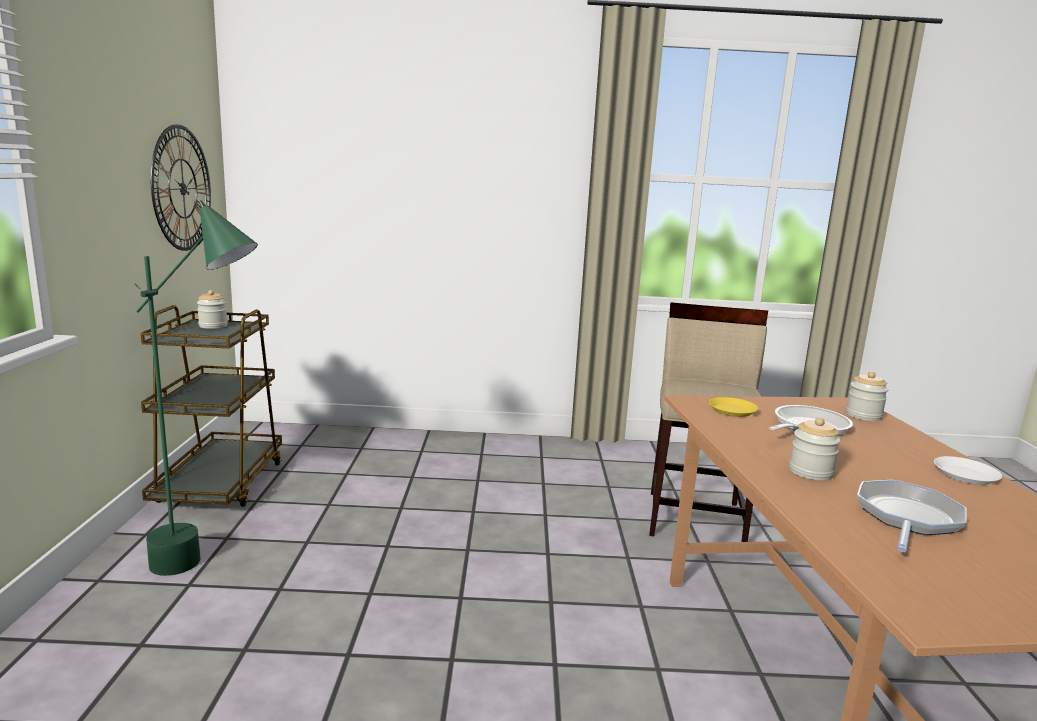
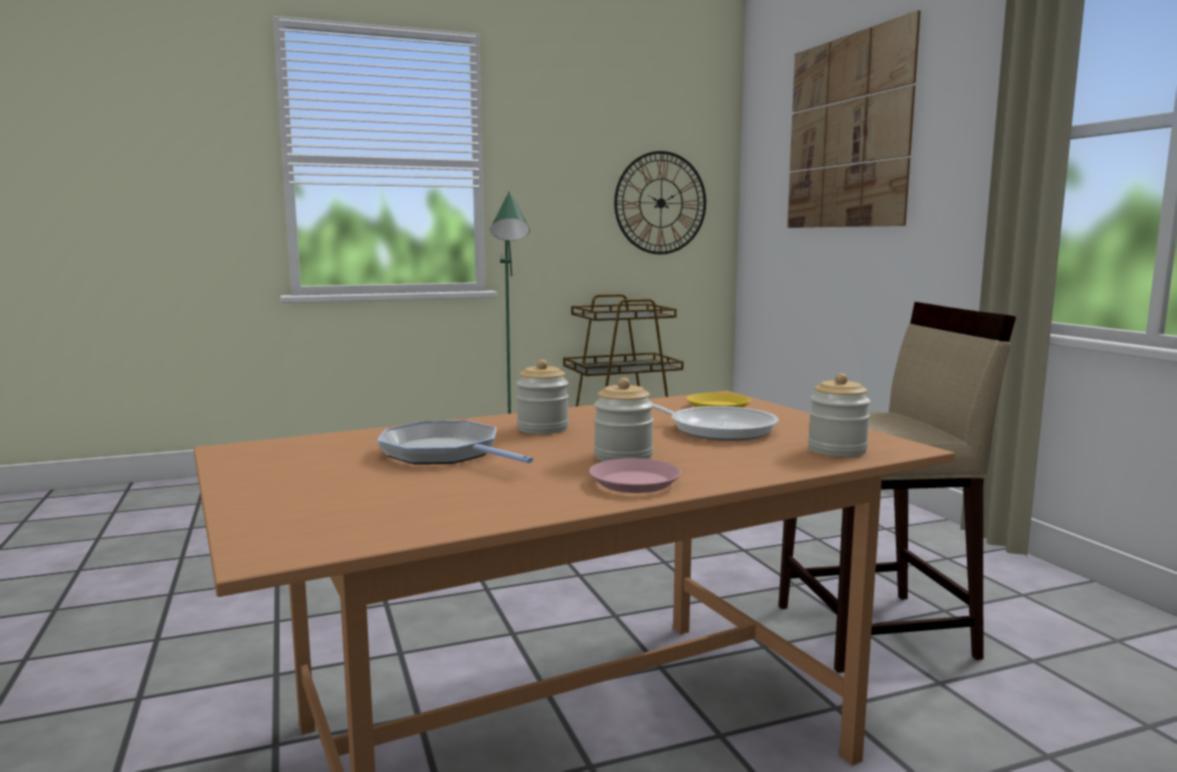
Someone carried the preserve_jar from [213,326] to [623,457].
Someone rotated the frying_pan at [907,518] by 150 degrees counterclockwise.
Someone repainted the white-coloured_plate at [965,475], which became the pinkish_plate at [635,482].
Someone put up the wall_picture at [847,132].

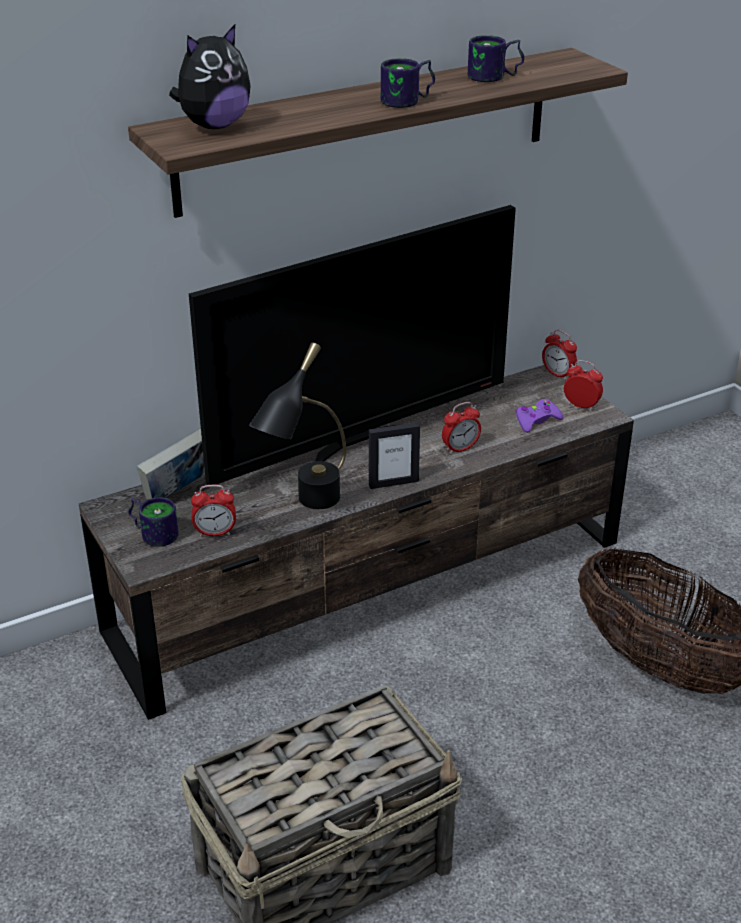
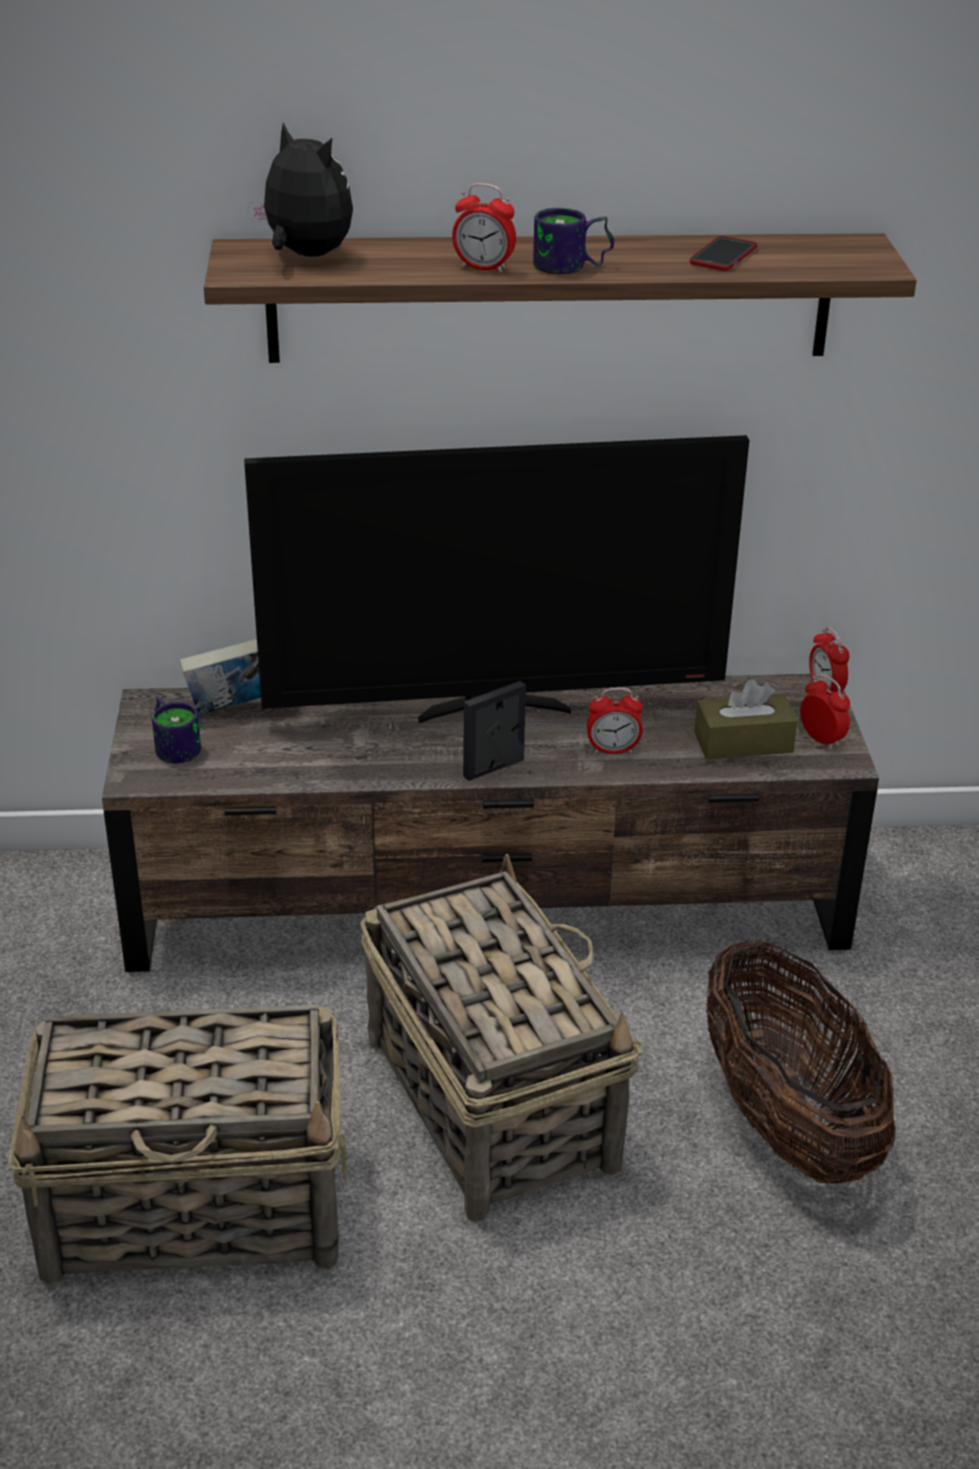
Someone rotated the soft_toy at [214,125] by 120 degrees counterclockwise.
Someone carried the table_clock from [215,533] to [484,268].
Someone took away the black_lamp_for_a_table at [306,507].
Someone rotated the photo_frame at [393,483] by 135 degrees clockwise.
Someone swapped the tea_mug at [495,77] for the telephone at [723,255].
Someone swapped the purplish_joypad at [536,421] for the brown-coloured_box_of_tissues at [743,742].
Someone put down the household_basket at [490,1099].

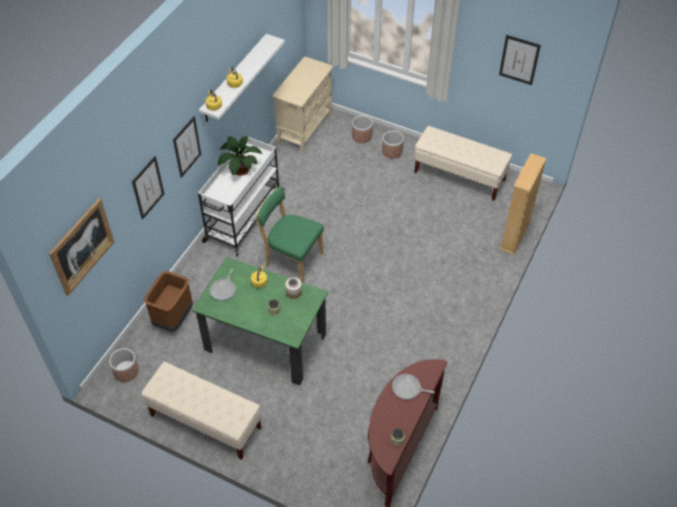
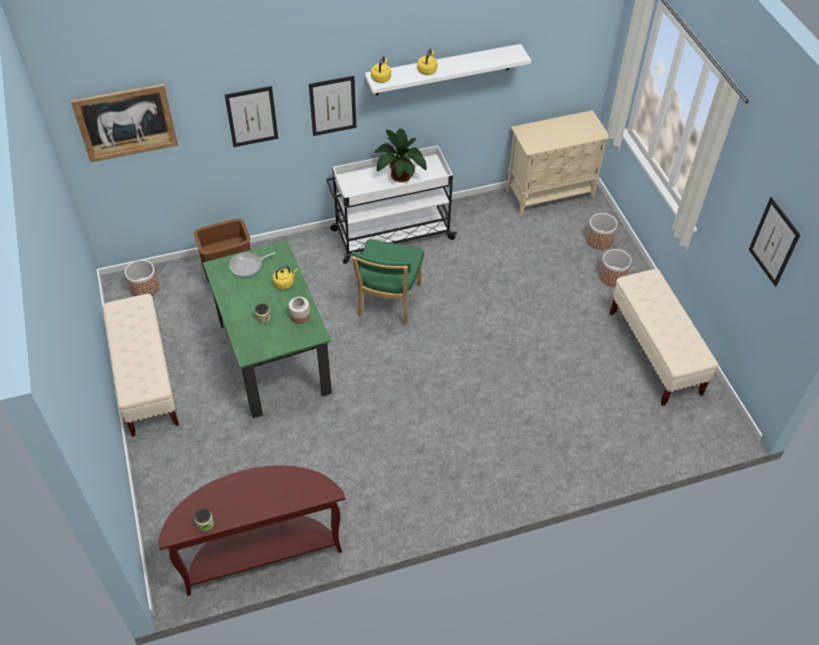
Someone rotated the greenish_plain_chair at [292,259] by 150 degrees counterclockwise.
Someone took away the frying_pan at [408,388].
Someone took away the beige_shelving_unit at [514,235].

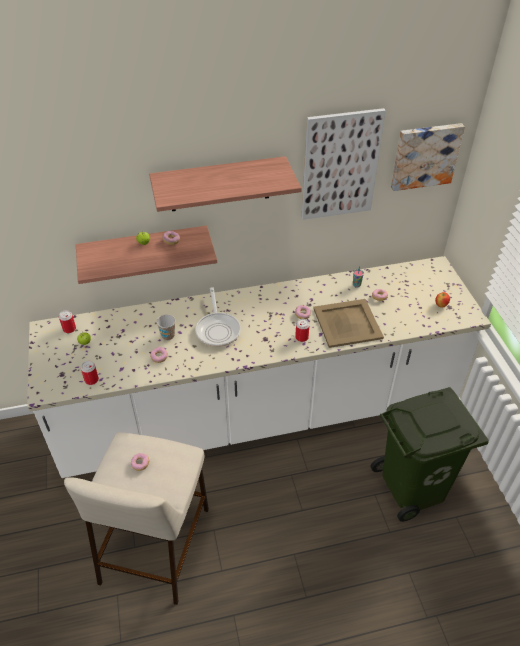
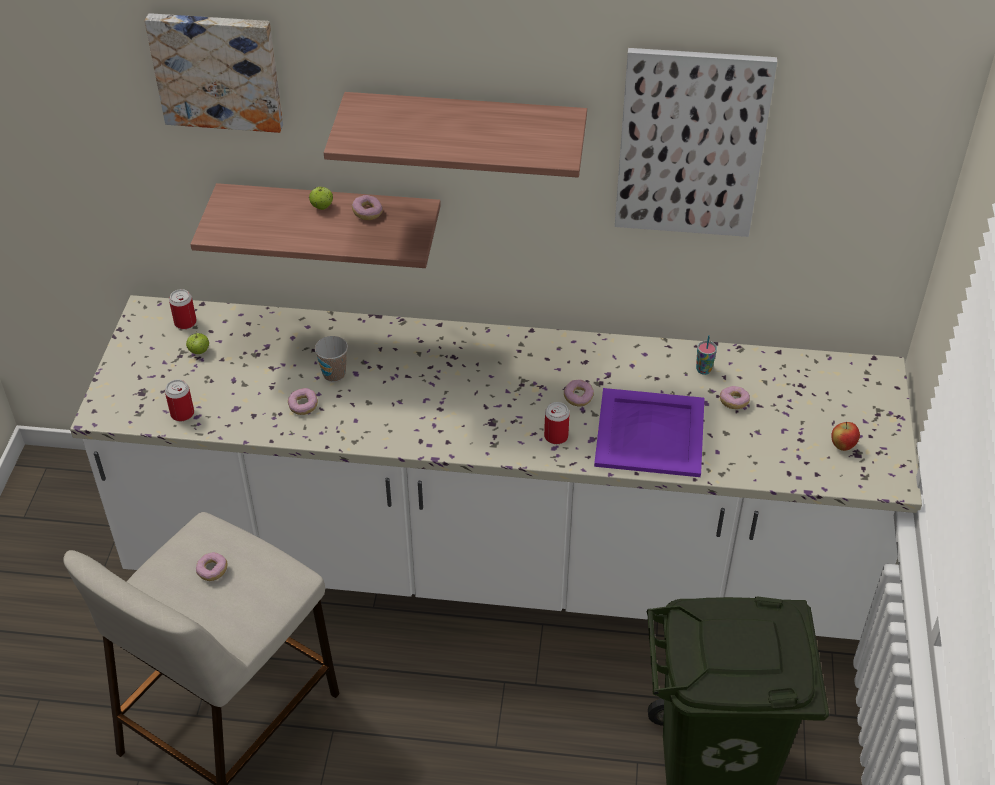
Someone took away the frying_pan at [218,329].
Someone repainted the beige_carrying_tray at [347,323], which became the purplish_carrying_tray at [649,433].
Someone carried the wall_picture from [425,155] to [217,70].

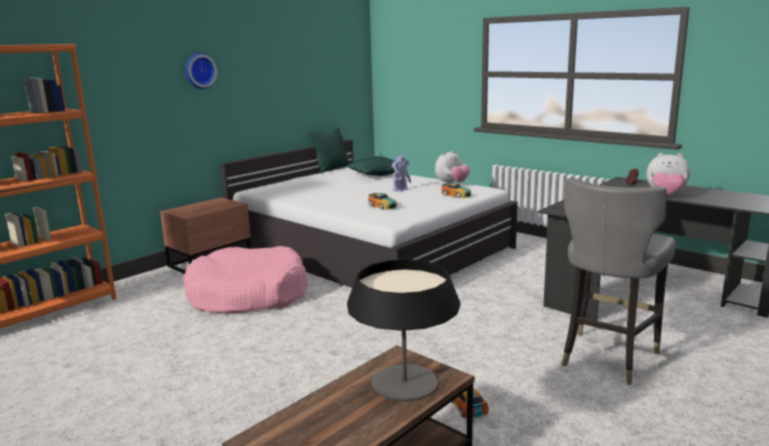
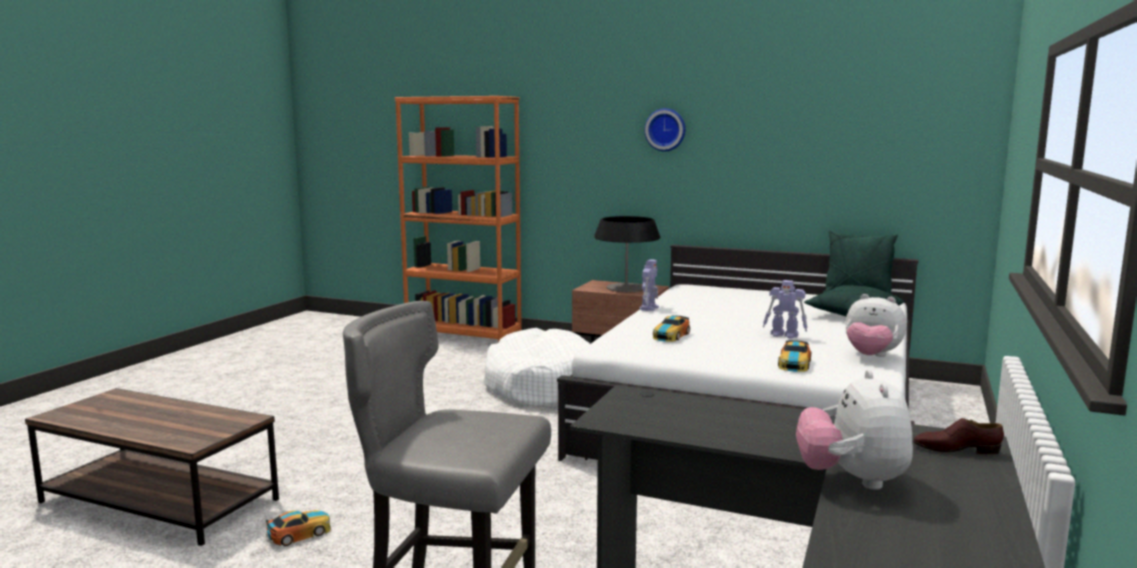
Someone repainted the pinkish_dog_cushion at [248,295], which became the white-coloured_dog_cushion at [541,386].
Someone carried the lamp_for_a_table from [404,382] to [626,287].
Someone put down the robot_figure at [649,308].

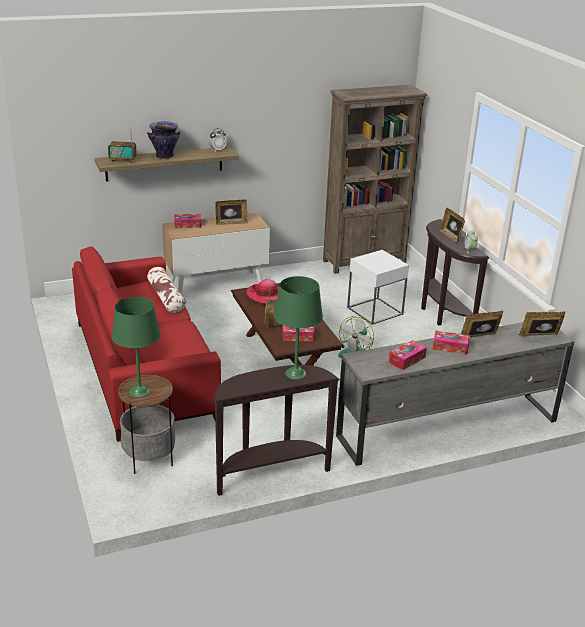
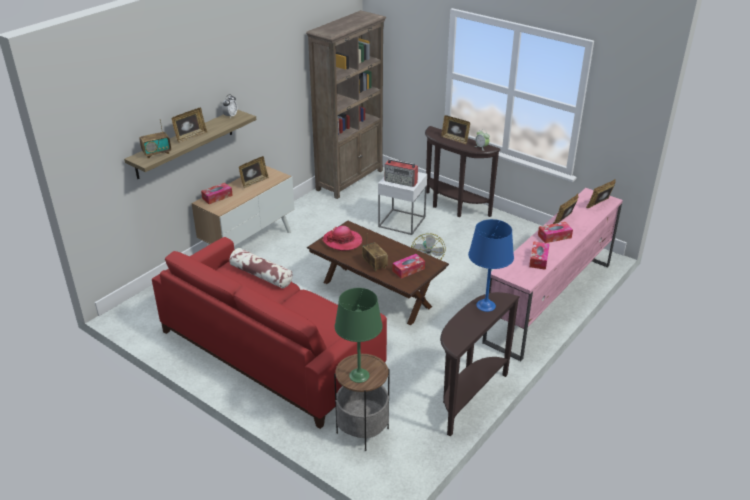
Someone swapped the decorative_vase at [164,156] for the photo_frame at [190,136].
Someone repainted the greenish_lamp_for_a_table at [295,373], which became the blue_lamp_for_a_table at [485,306].
Someone repainted the grey_tv_unit at [447,428], which became the pinkish_tv_unit at [549,302].
Someone put down the radio_receiver at [401,181].

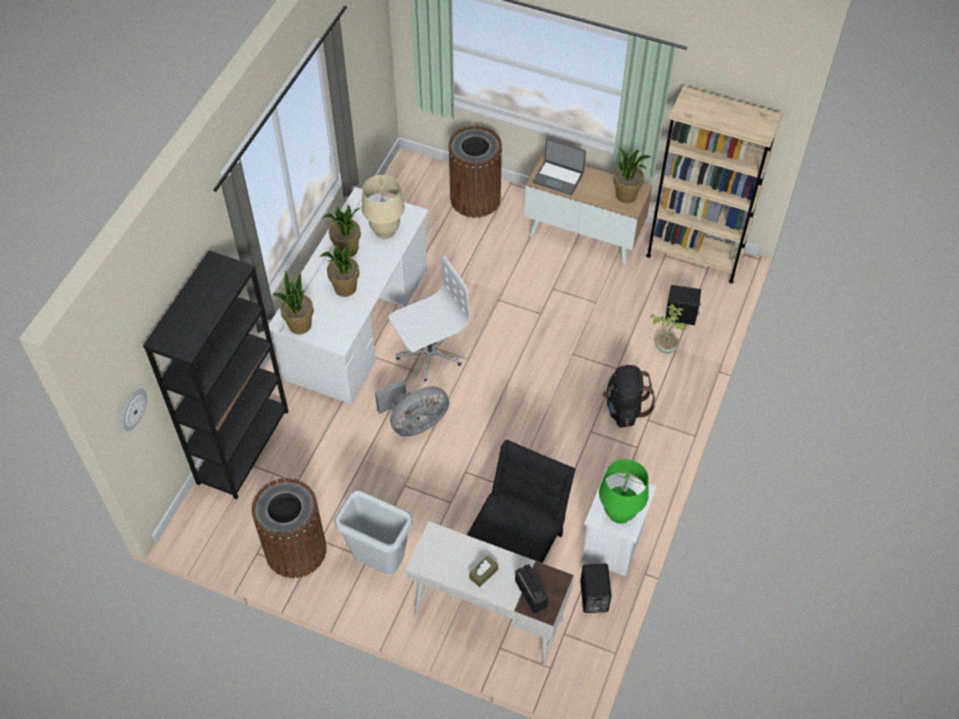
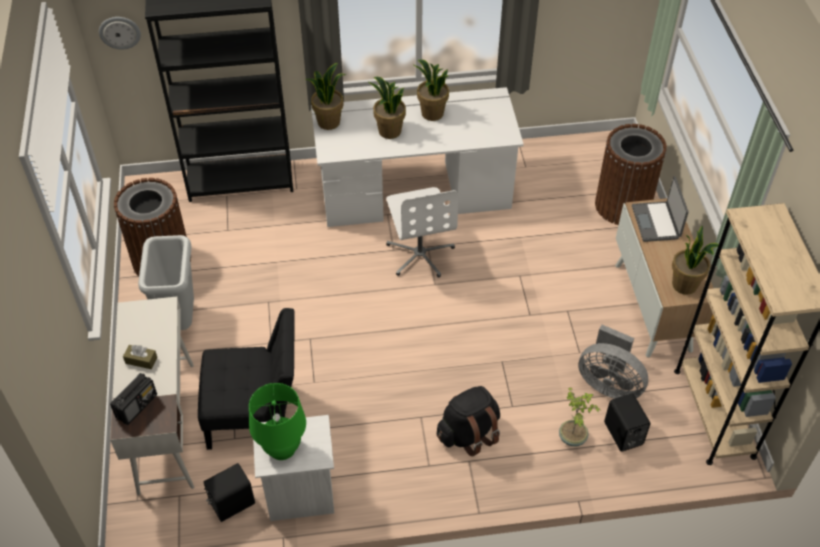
Someone took away the beige_lamp_for_a_table at [385,231].
Someone carried the grey_cooling_fan from [415,423] to [609,383].
Someone rotated the white-coloured_office_chair at [429,353] by 45 degrees clockwise.

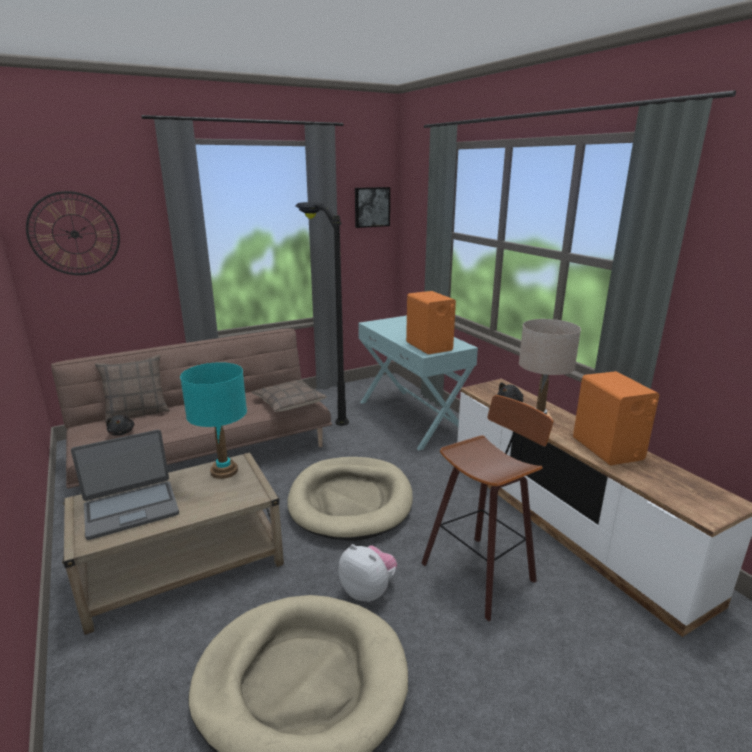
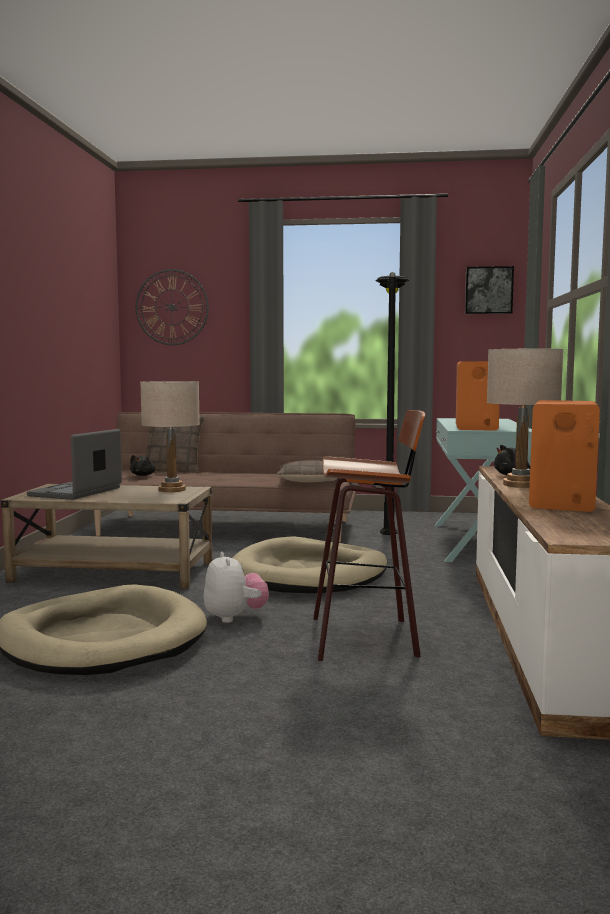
Someone rotated the portable_computer at [131,509] by 105 degrees clockwise.
Someone repainted the blue-green_lamp_for_a_table at [224,471], which became the beige_lamp_for_a_table at [172,490].

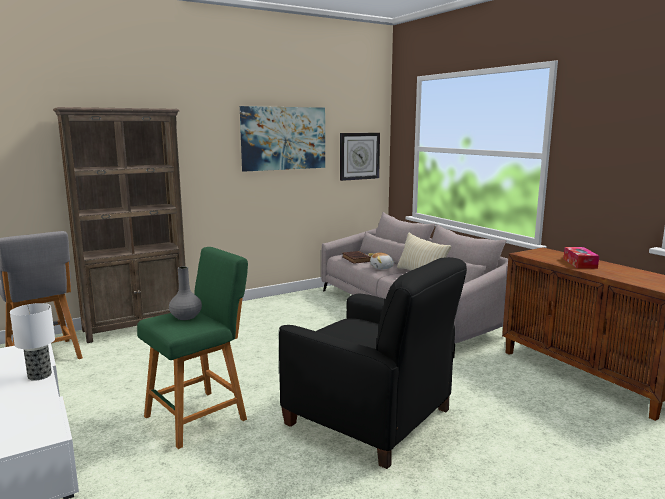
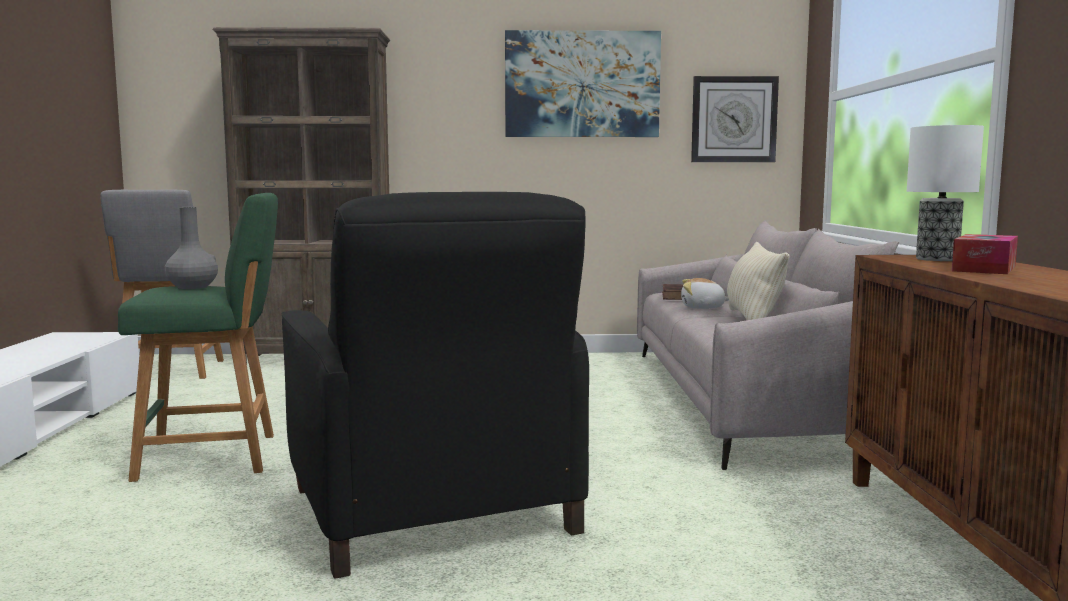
Someone carried the lamp_for_a_table from [40,375] to [937,259].

